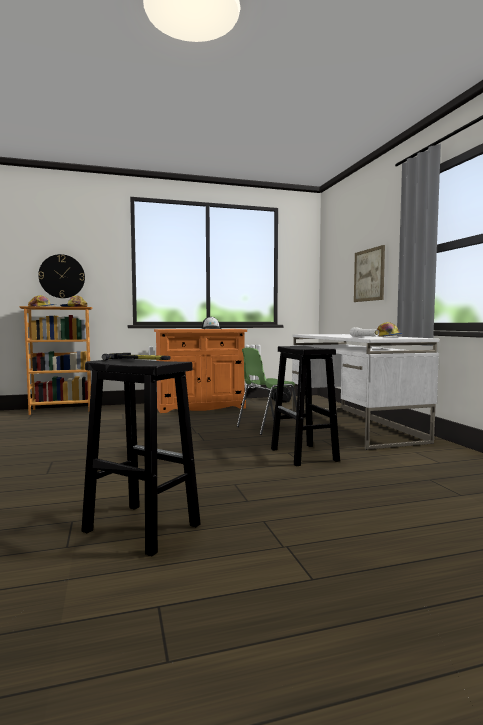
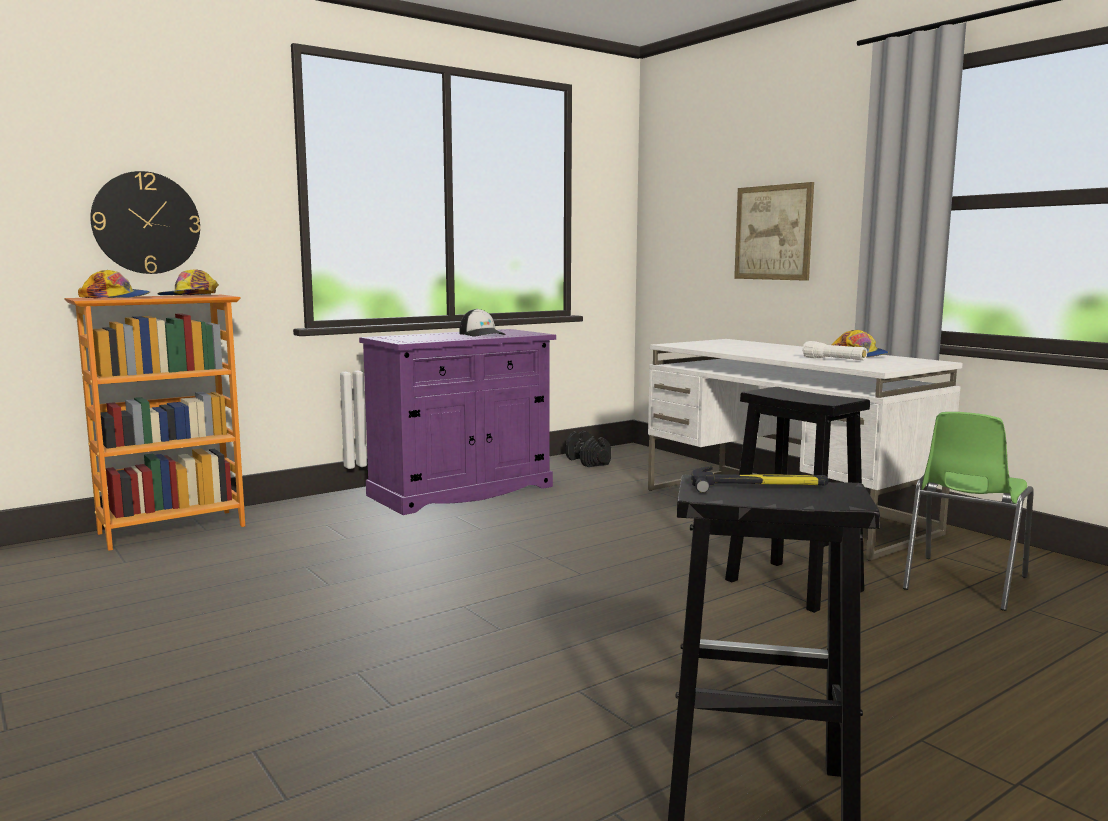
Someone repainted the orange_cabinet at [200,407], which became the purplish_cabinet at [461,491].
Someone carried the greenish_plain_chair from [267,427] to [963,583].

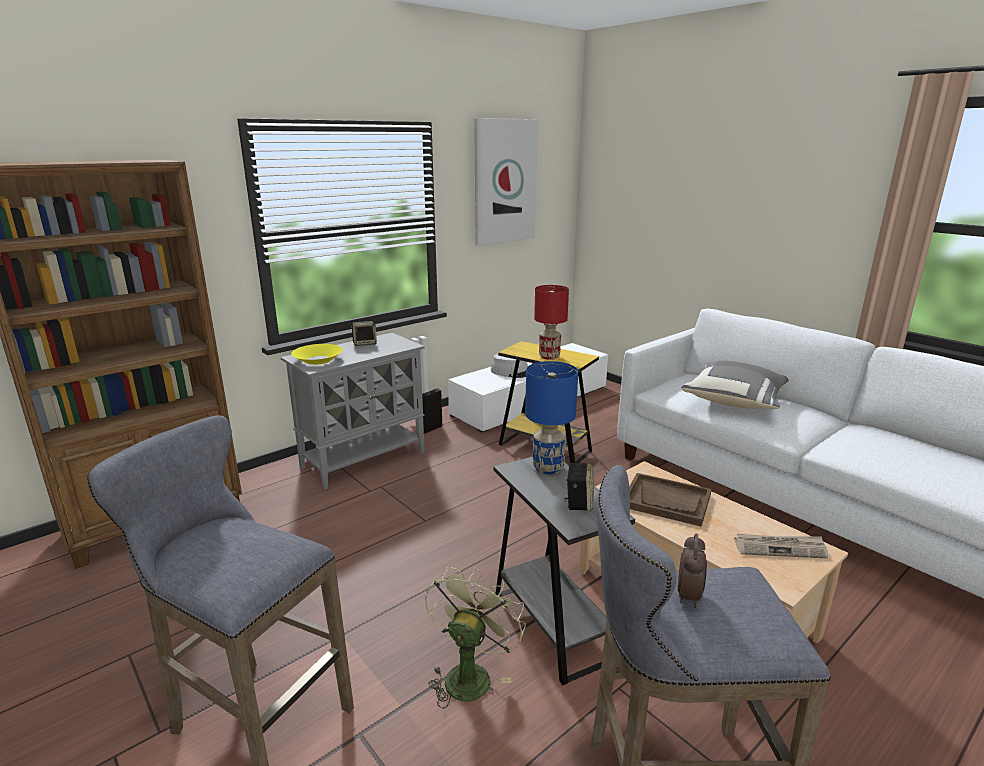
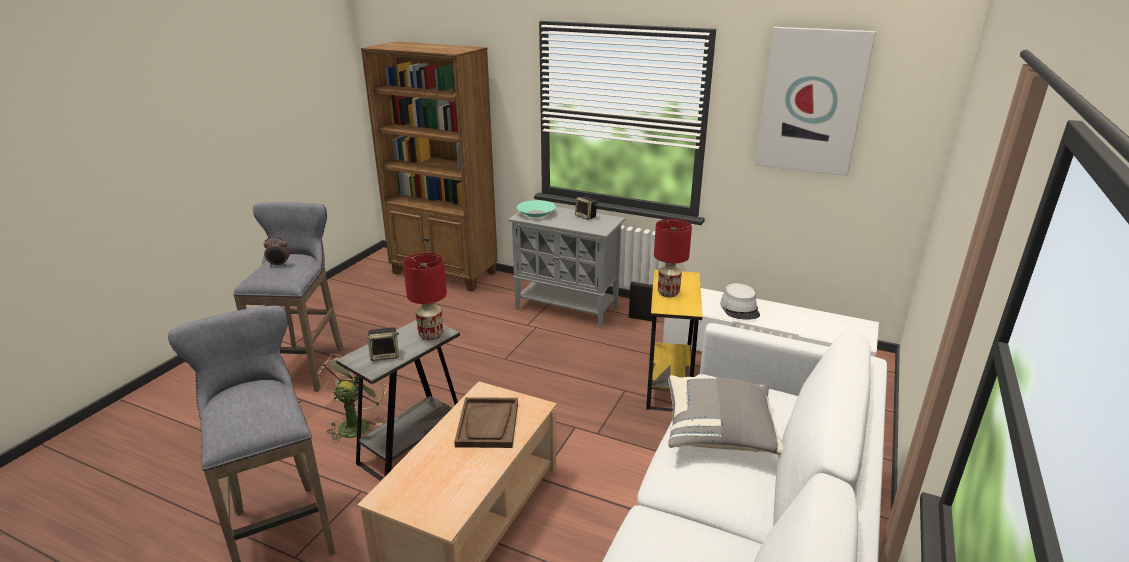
Someone repainted the yellow-coloured_bowl at [318,360], which became the blue-green_bowl at [536,213].
Someone rotated the greenish_cooling_fan at [470,674] by 75 degrees counterclockwise.
Someone repainted the blue_lamp_for_a_table at [549,468], which became the red_lamp_for_a_table at [430,335].
Someone carried the table_clock from [689,596] to [279,265].
Someone took away the newspaper at [780,548].

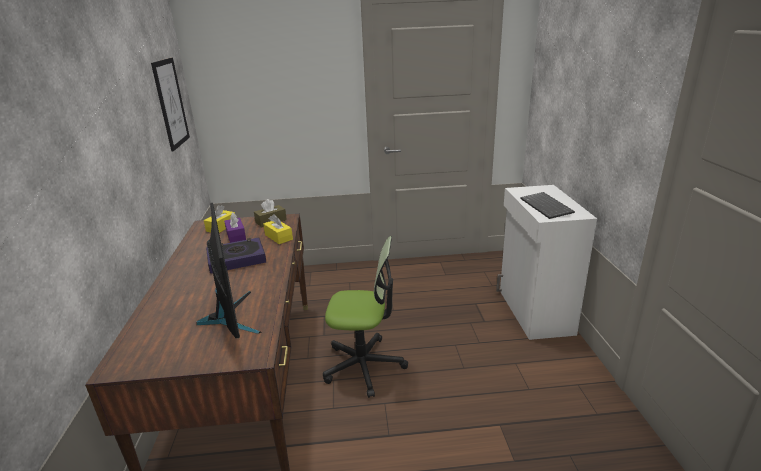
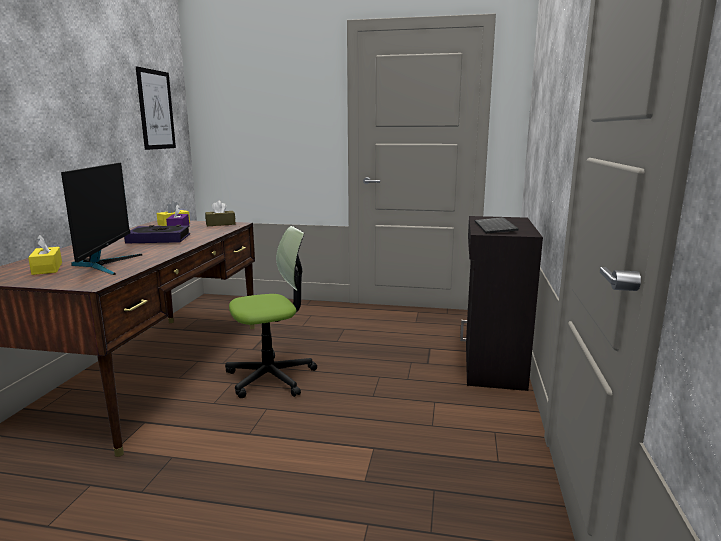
Someone carried the yellow-coloured_box_of_tissues from [278,237] to [47,268].
Someone rotated the office_chair at [364,366] by 45 degrees counterclockwise.
Someone repainted the white-coloured_cabinet at [534,312], which became the black_cabinet at [492,364].

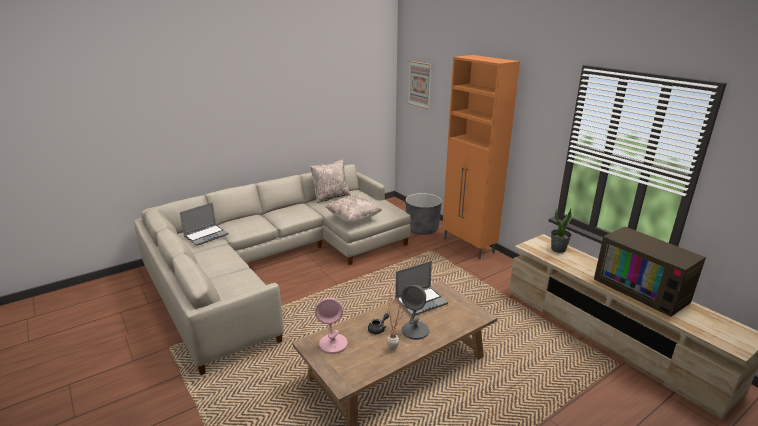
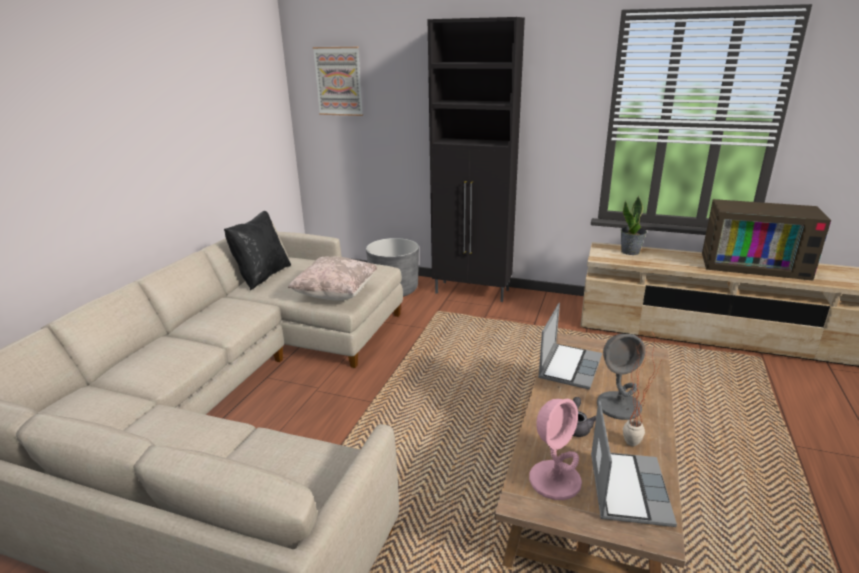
Someone carried the portable_computer from [206,235] to [627,488].
Someone repainted the beige_cushion at [330,197], which became the black_cushion at [262,276].
Someone repainted the orange_cabinet at [469,246], which became the black_cabinet at [473,292].

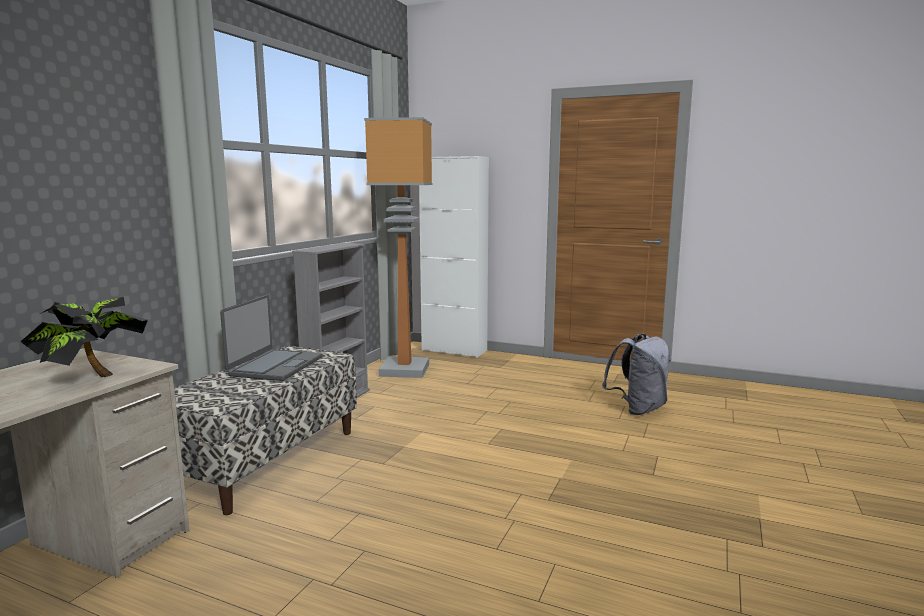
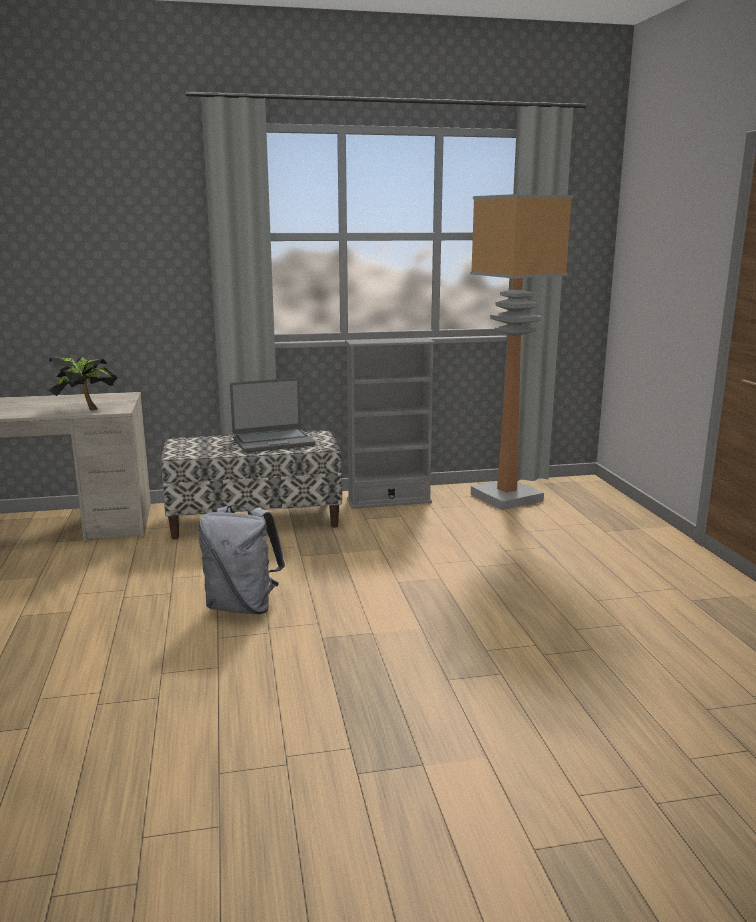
Someone took away the white-coloured_cabinet at [454,350].
Someone carried the grey_backpack from [638,409] to [243,607].

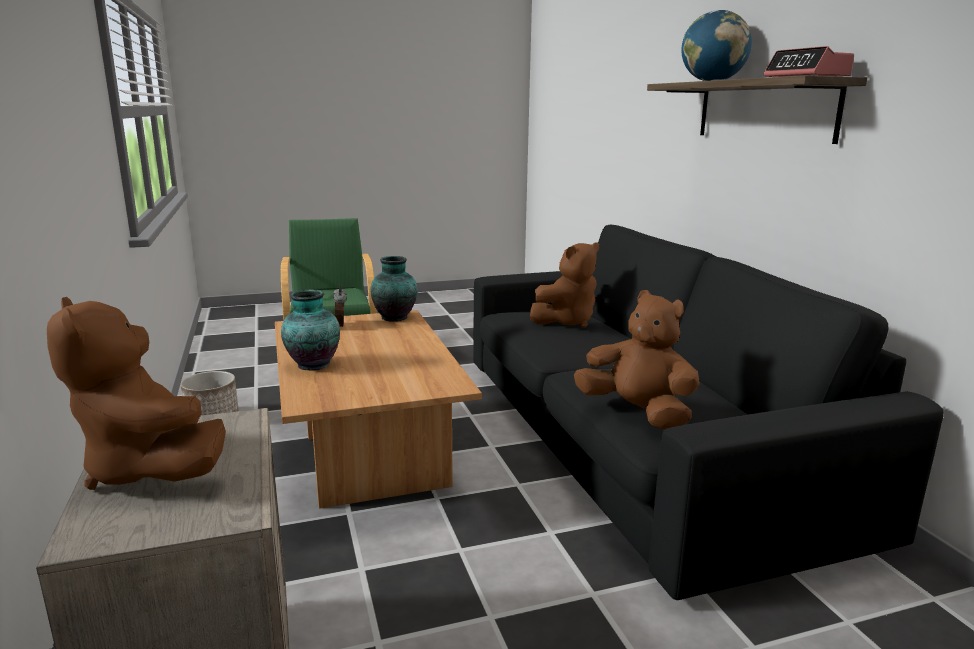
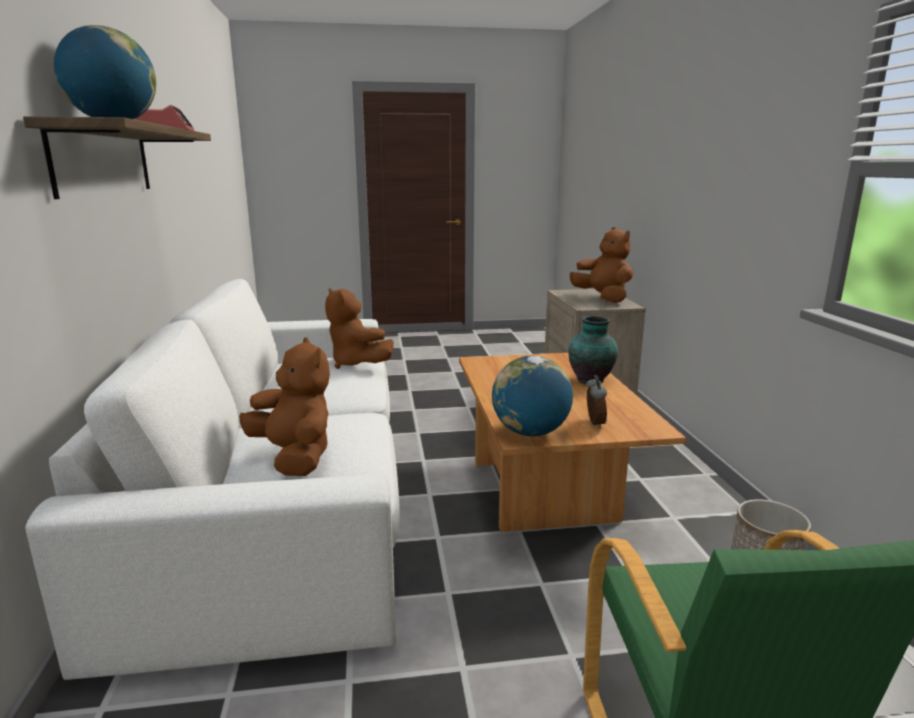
Someone swapped the decorative_vase at [395,318] for the globe at [530,432].
Someone repainted the black_couch at [632,437], which became the white-coloured_couch at [286,492].
Someone rotated the brown-coloured_soft_toy at [566,321] by 75 degrees clockwise.

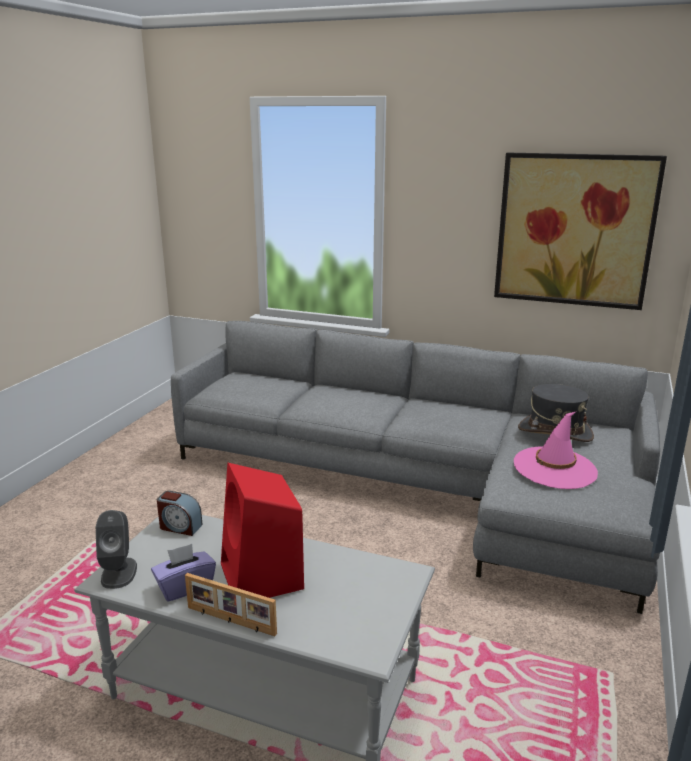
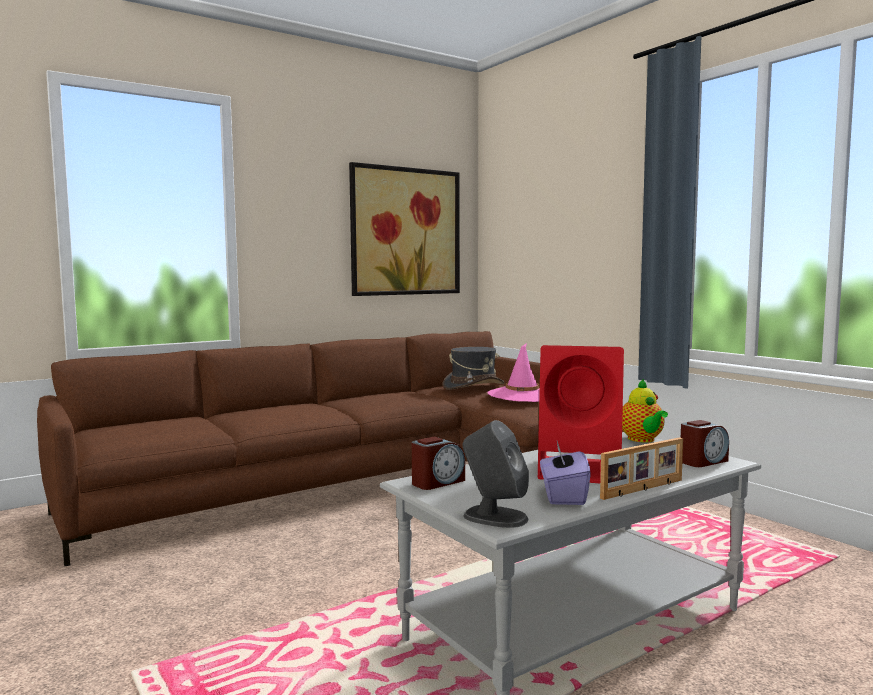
Someone repainted the grey_couch at [421,484], which became the brown-coloured_couch at [369,482].
Someone put down the tea_pot at [642,440].
Someone put down the table_clock at [703,461].

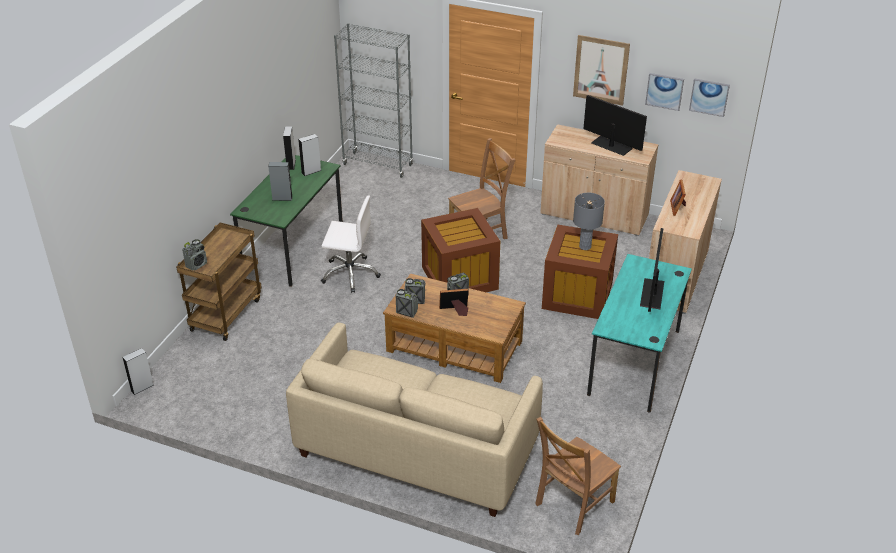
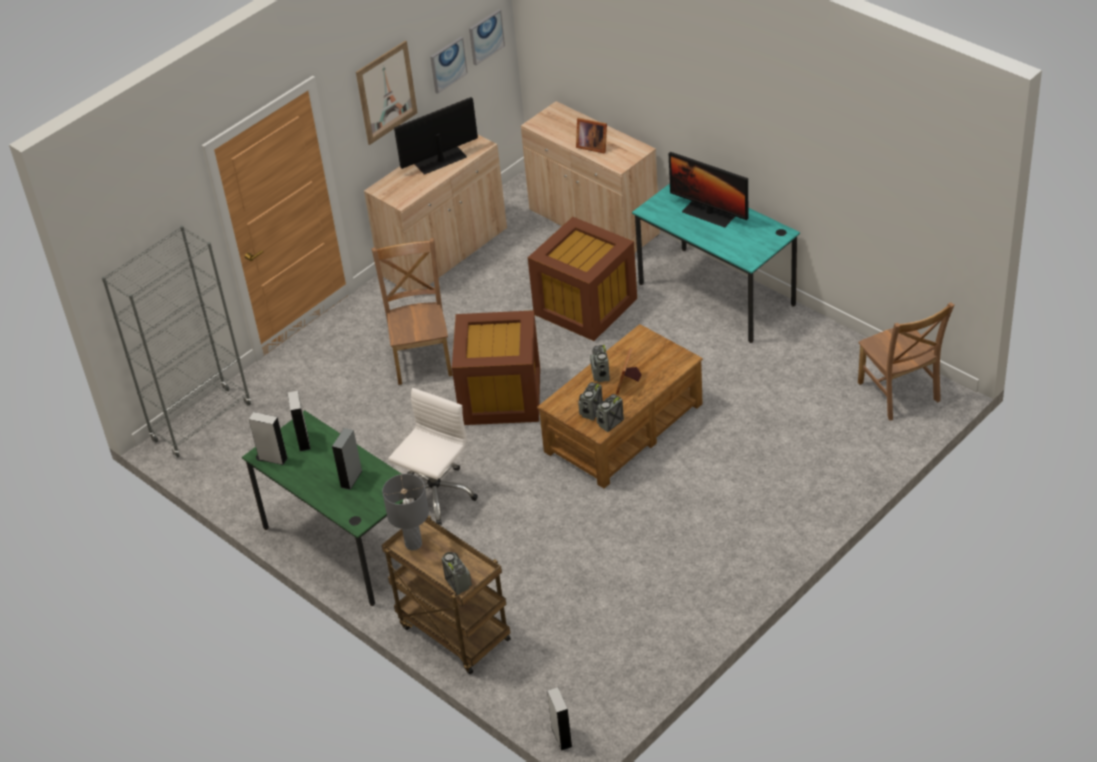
Someone took away the beige_couch at [416,449].
Someone carried the grey_lamp_for_a_table from [585,246] to [413,544].

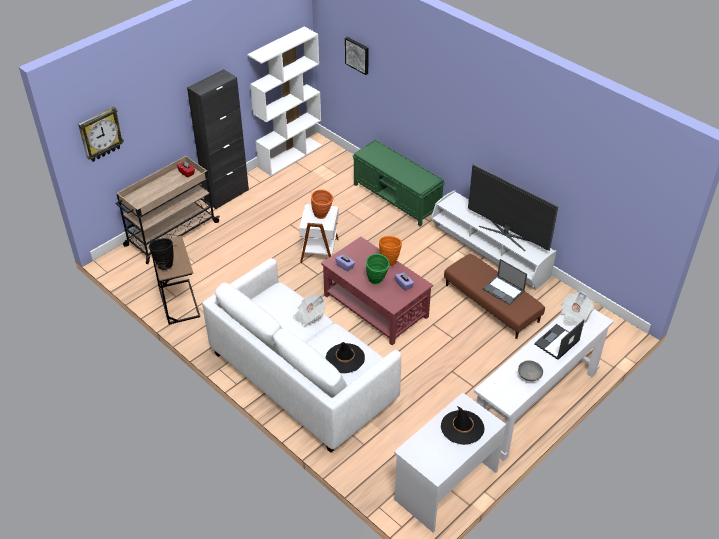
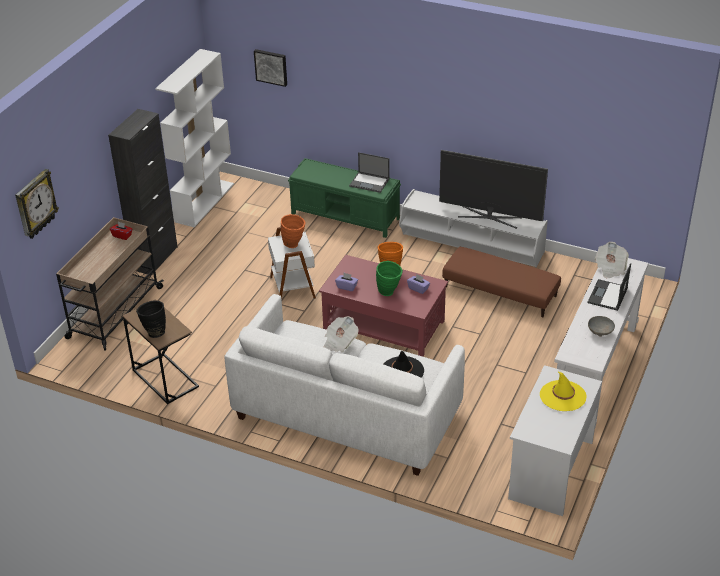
Someone repainted the black_wearable_hat at [462,427], which became the yellow-coloured_wearable_hat at [562,396].
Someone carried the portable_computer from [504,290] to [370,182].

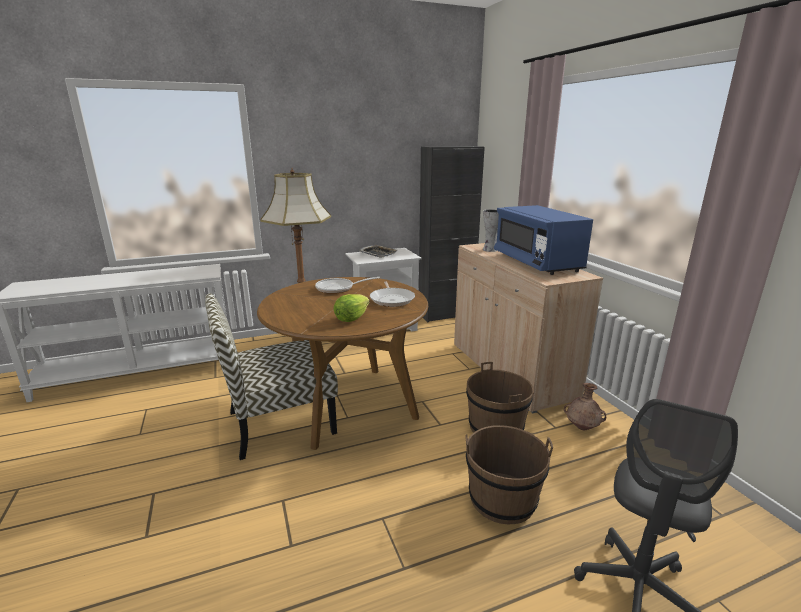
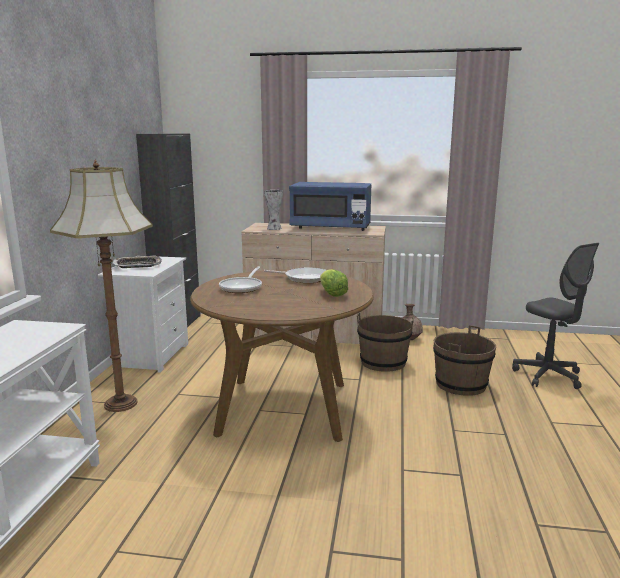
Someone took away the plain_chair at [279,423].

